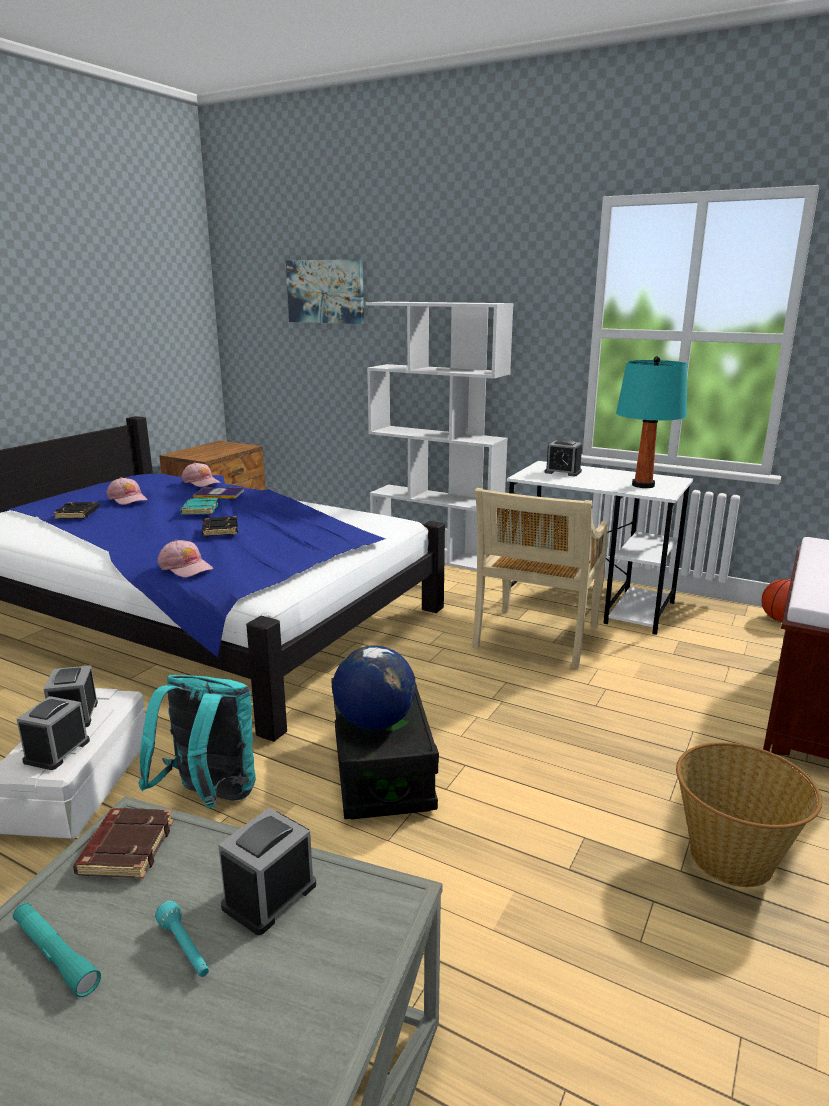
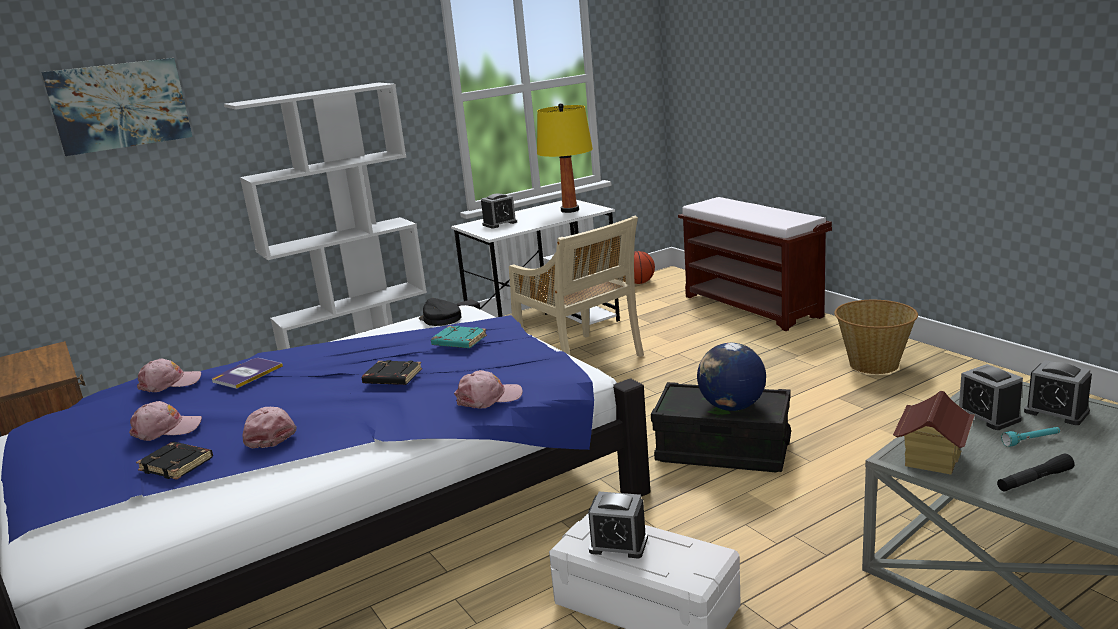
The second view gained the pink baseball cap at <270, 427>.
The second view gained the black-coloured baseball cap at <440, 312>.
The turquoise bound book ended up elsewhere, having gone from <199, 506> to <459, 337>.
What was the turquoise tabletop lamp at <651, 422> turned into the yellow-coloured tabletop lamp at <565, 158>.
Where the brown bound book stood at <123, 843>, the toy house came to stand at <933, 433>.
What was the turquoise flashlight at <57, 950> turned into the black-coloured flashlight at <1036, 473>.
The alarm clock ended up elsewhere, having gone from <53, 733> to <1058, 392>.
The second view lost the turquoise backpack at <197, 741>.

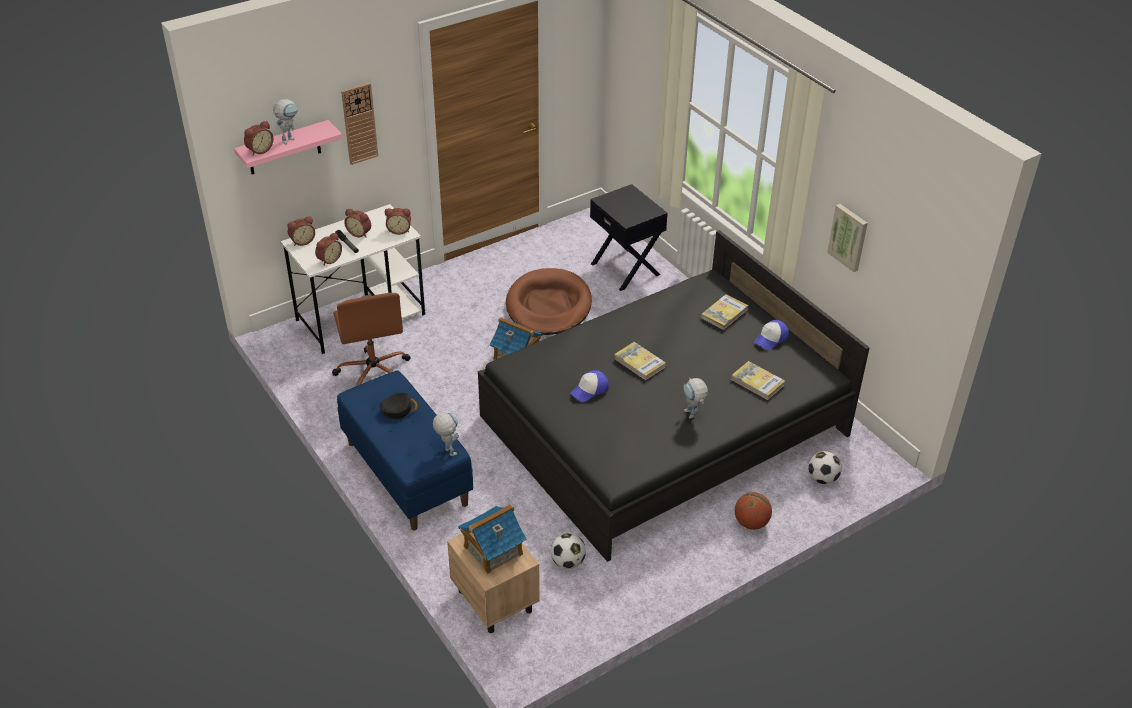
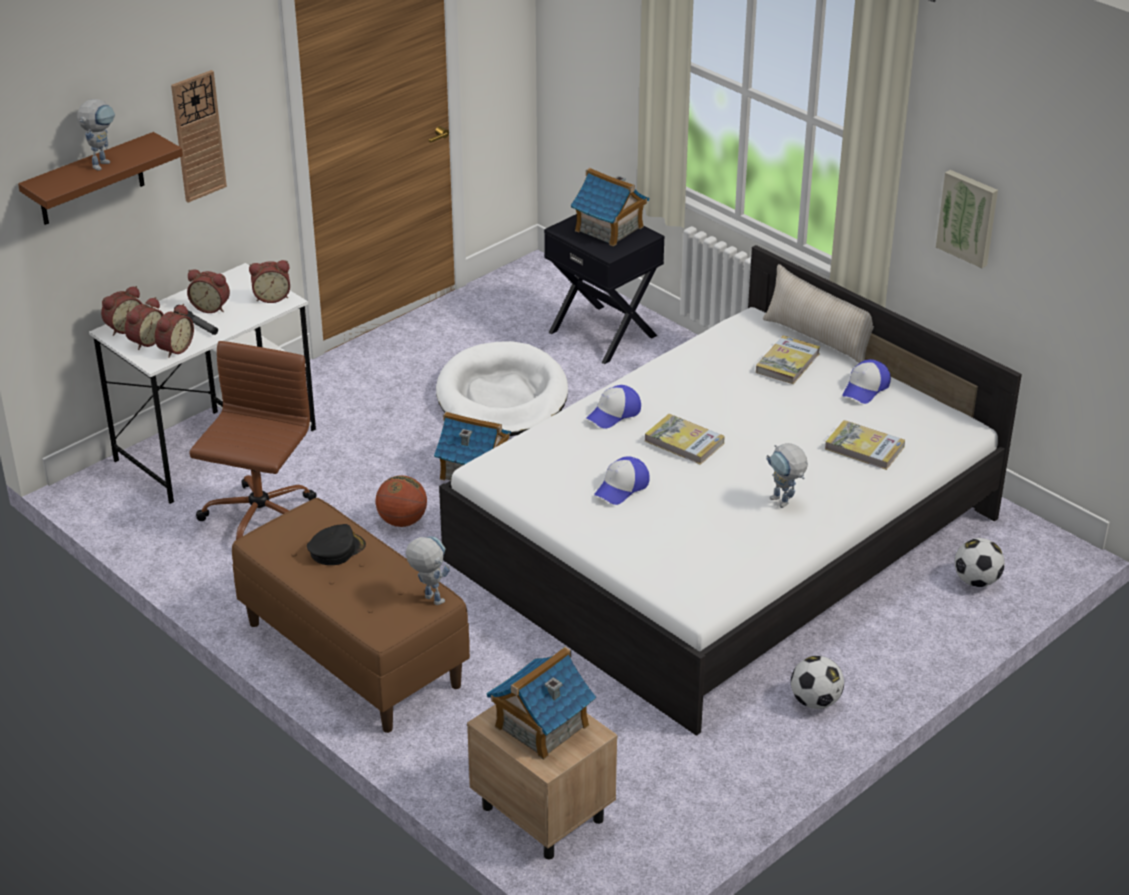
What was the pink bracket shelf at <288, 147> turned into the brown bracket shelf at <100, 178>.
The alarm clock ended up elsewhere, having gone from <258, 138> to <144, 323>.
The brown office chair at <371, 339> ended up facing another way, 135 degrees counterclockwise from before.
What was the bluish bench at <405, 450> turned into the brown bench at <351, 615>.
The basketball ball ended up elsewhere, having gone from <753, 511> to <401, 501>.
What was the brown dog bed at <549, 301> turned into the white-coloured dog bed at <502, 388>.
What was the black-coloured bed at <674, 396> turned into the white-coloured bed at <730, 490>.
The second view gained the toy house at <610, 207>.
The second view gained the baseball cap at <613, 407>.
The second view gained the sand-coloured pillow at <818, 313>.
The ball for football ended up elsewhere, having gone from <568, 551> to <817, 682>.

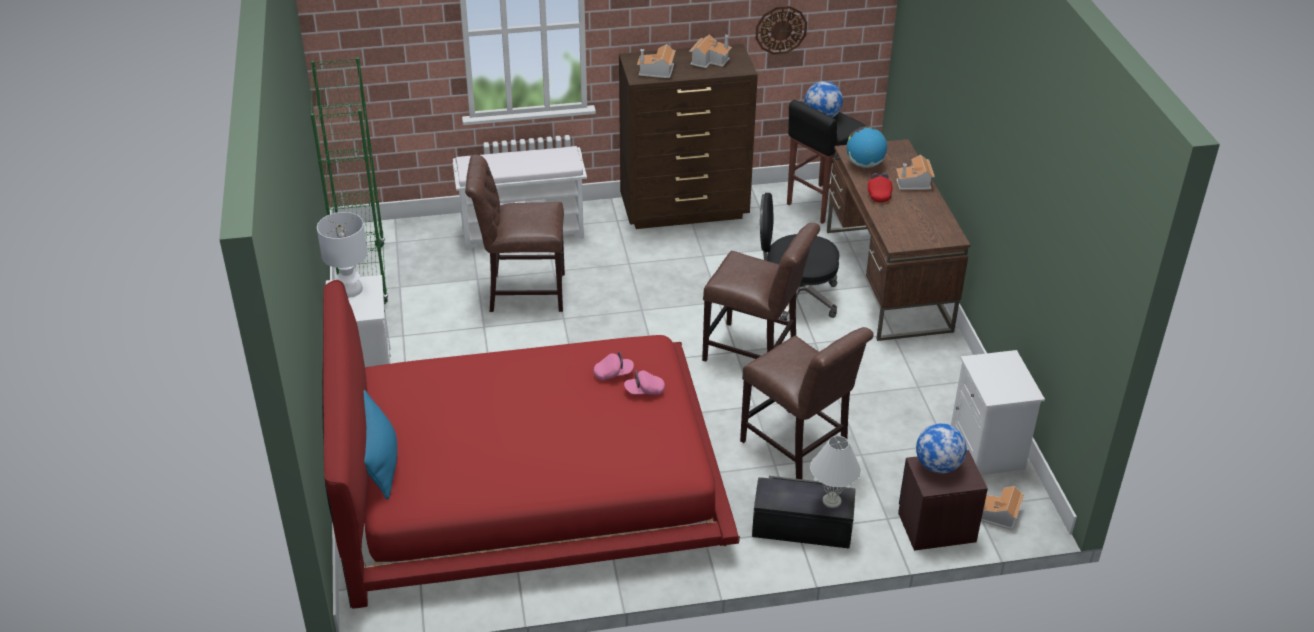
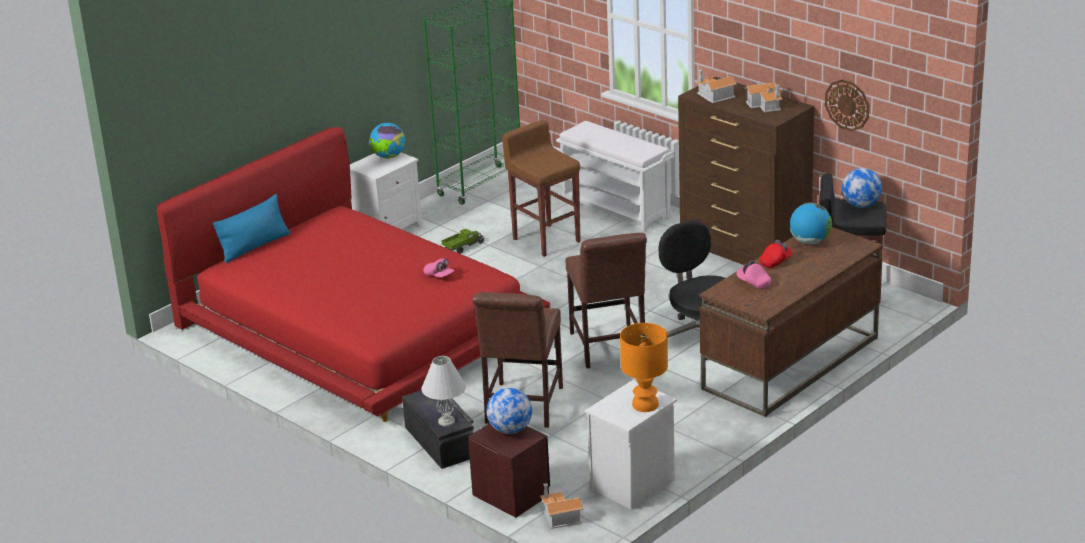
Where the white-coloured tabletop lamp stood at <342, 255>, the world globe came to stand at <387, 141>.
The second view gained the model truck at <463, 241>.
Where the brown chair stood at <515, 233>, the brown sitting stool came to stand at <541, 188>.
The second view gained the orange-coloured tabletop lamp at <644, 367>.
The pink baseball cap ended up elsewhere, having gone from <644, 382> to <754, 274>.
The second view lost the toy house at <915, 172>.

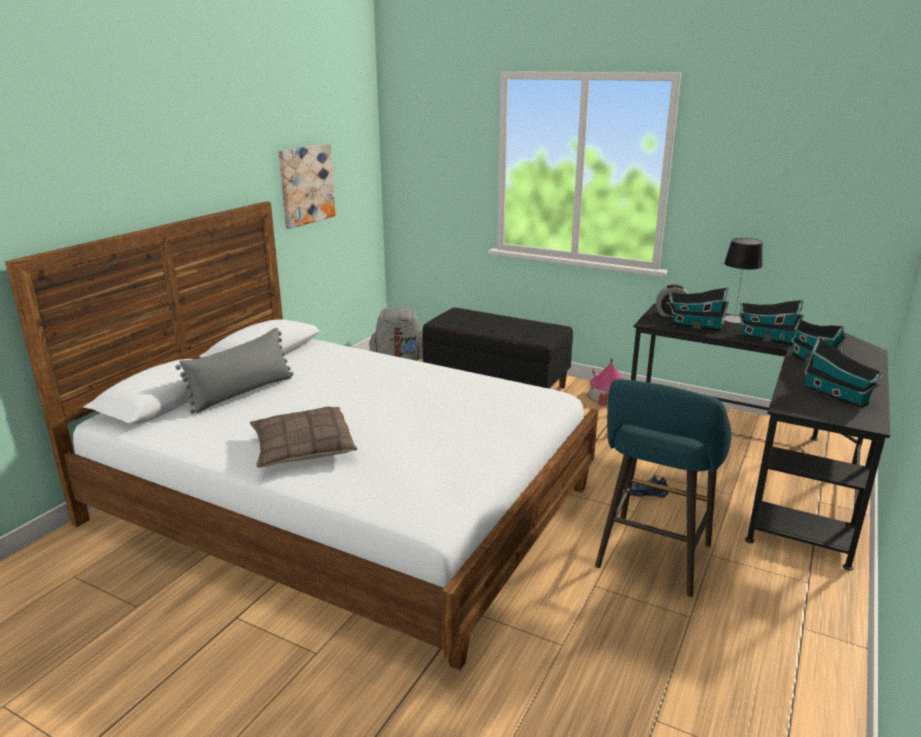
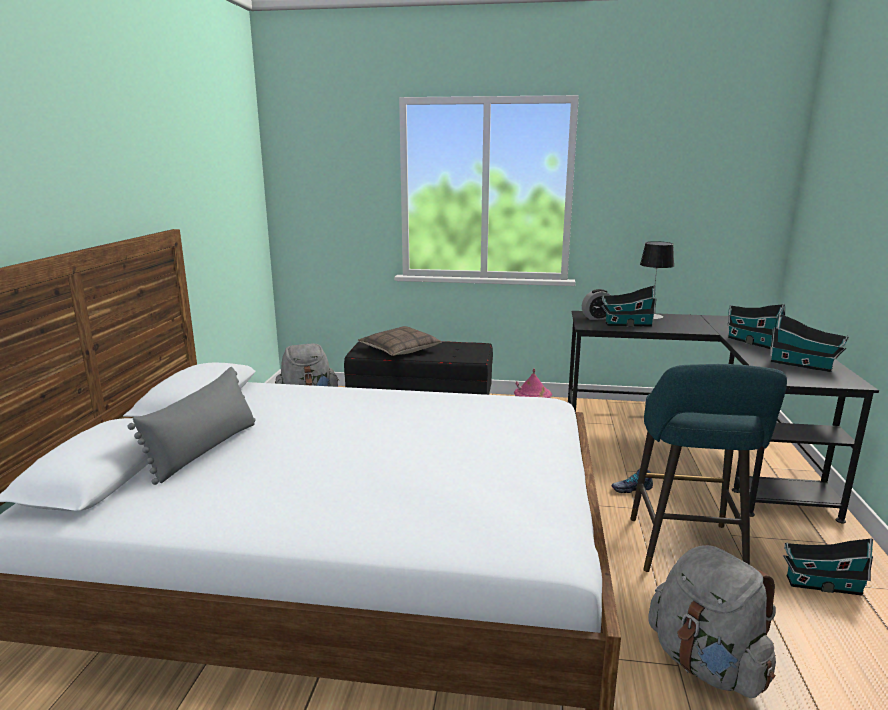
The pillow ended up elsewhere, having gone from <304, 437> to <400, 341>.
The second view gained the gray backpack at <712, 621>.
The toy house ended up elsewhere, having gone from <771, 322> to <828, 567>.
The second view lost the wall art at <307, 186>.

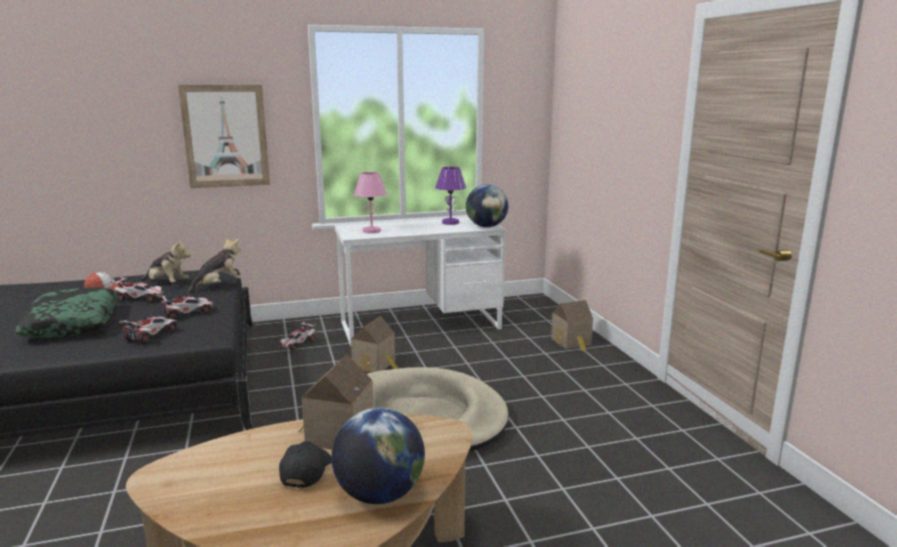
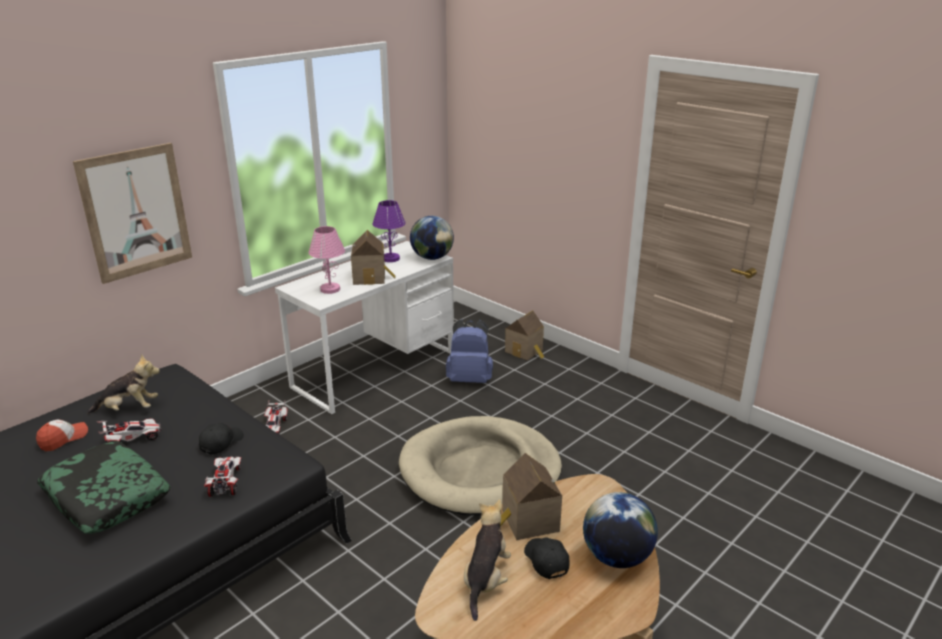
Where the miniature car stood at <185, 307>, the black-coloured baseball cap came to stand at <221, 439>.
The toy house ended up elsewhere, having gone from <374, 344> to <373, 257>.
The second view gained the bluish backpack at <469, 351>.
The soft toy ended up elsewhere, having gone from <214, 265> to <487, 560>.

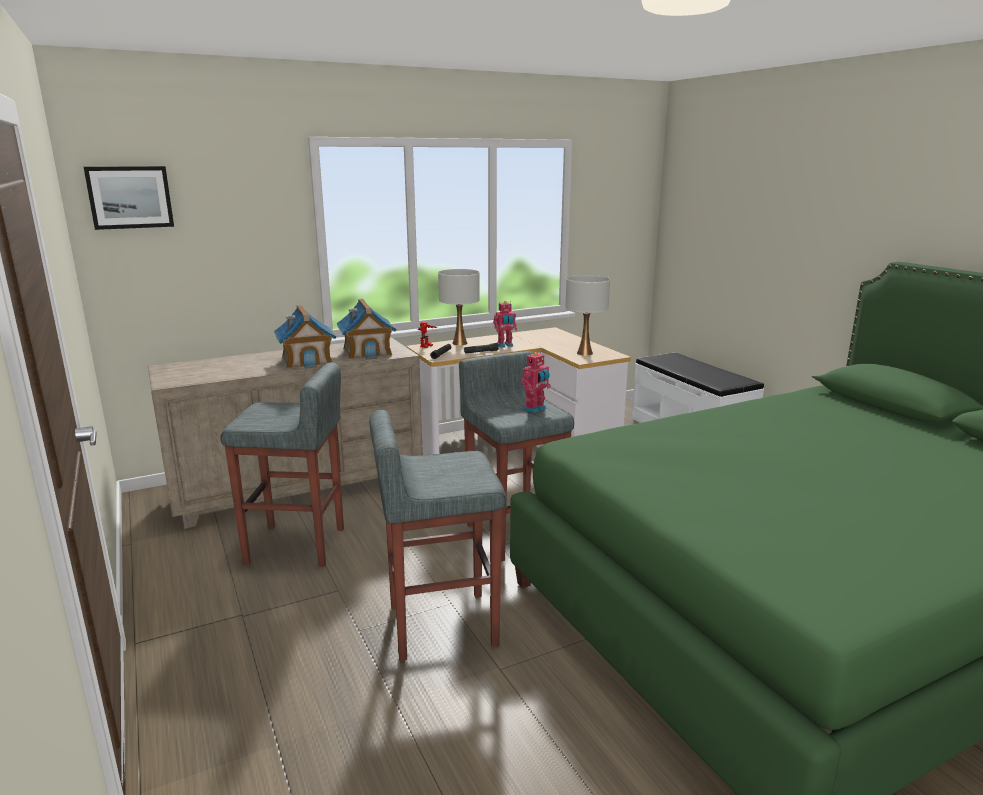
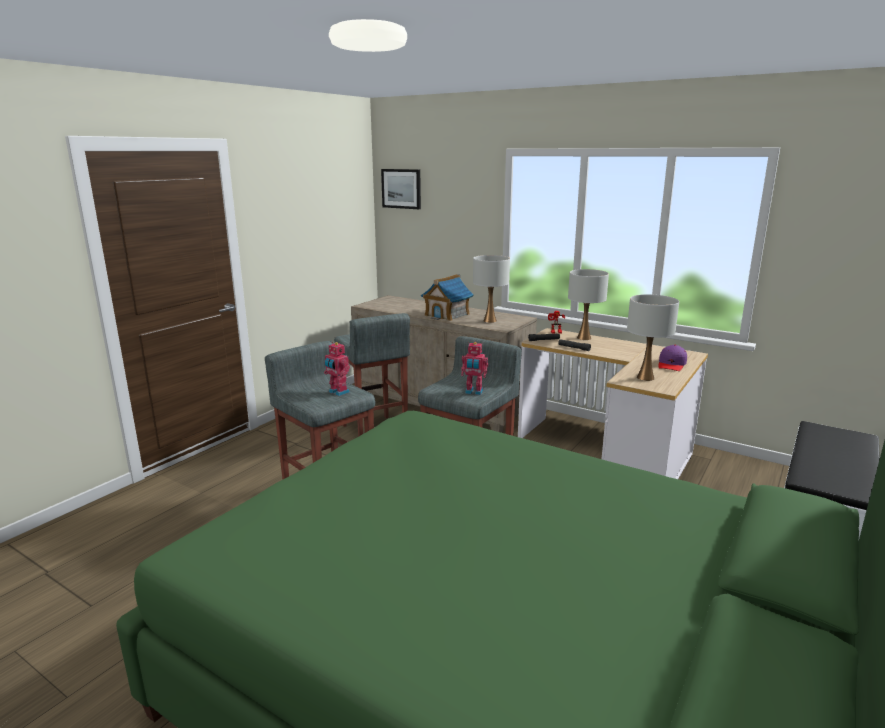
The model robot ended up elsewhere, having gone from <505, 324> to <337, 369>.
Where the toy house stood at <366, 329>, the white-coloured tabletop lamp came to stand at <491, 289>.
The second view gained the purplish baseball cap at <672, 358>.

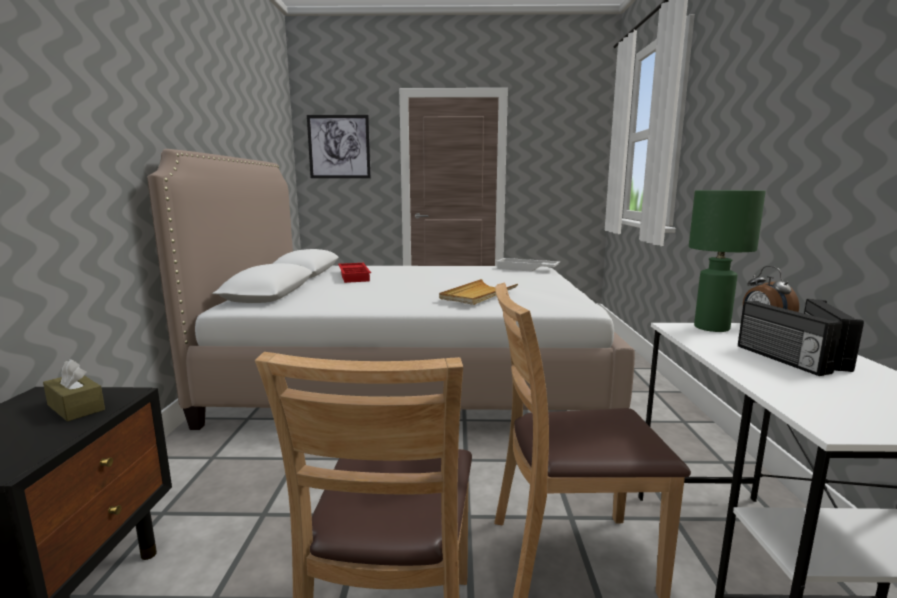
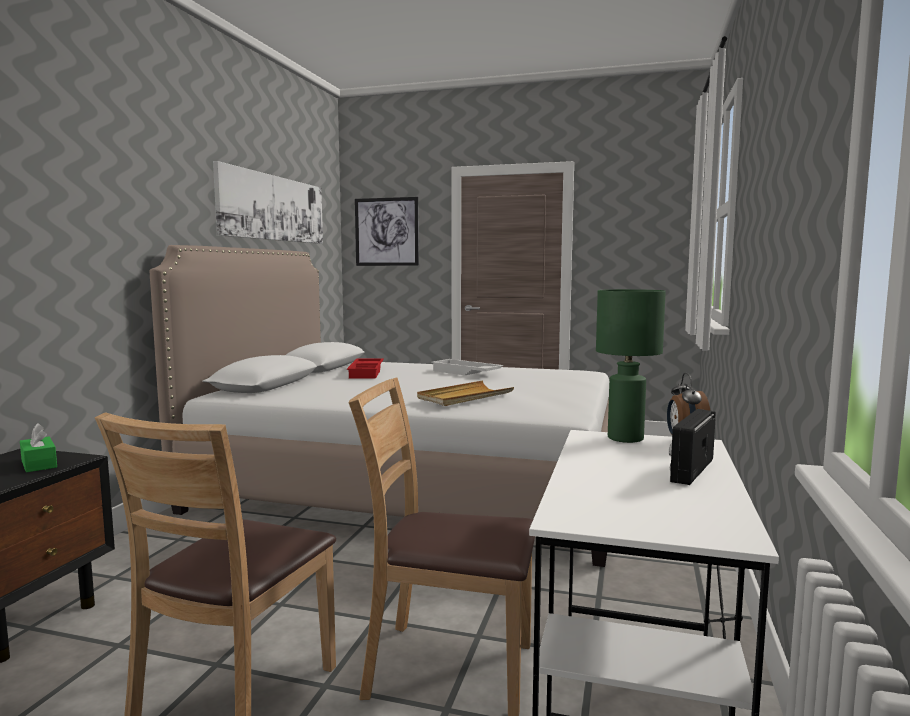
What was the brown tissue holder at <74, 390> turned into the green-coloured tissue holder at <38, 448>.
The second view gained the wall art at <268, 202>.
The white-coloured tray ended up elsewhere, having gone from <528, 265> to <467, 367>.
The second view lost the radio at <790, 338>.

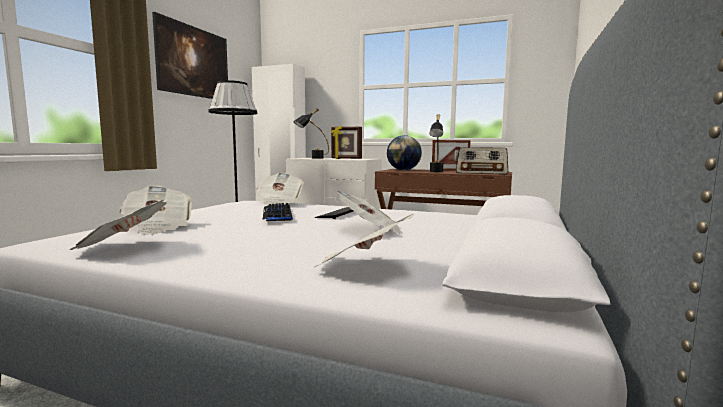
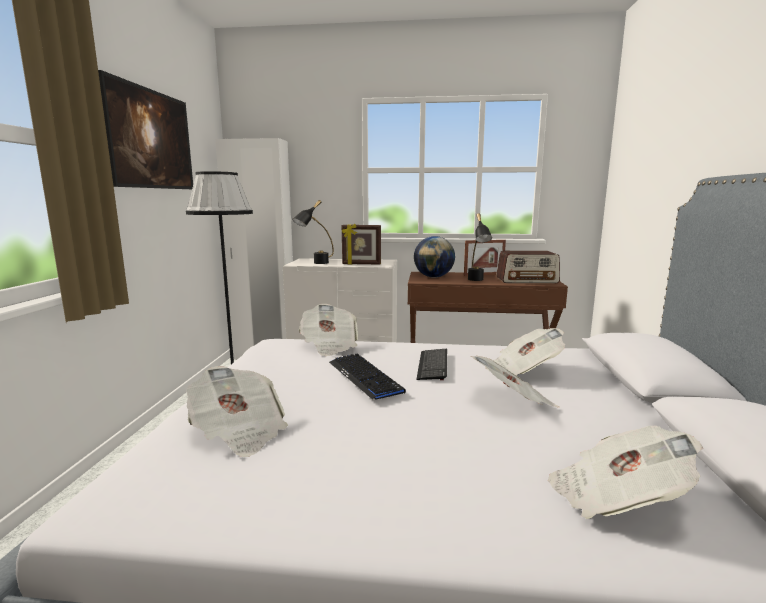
The printed paper ended up elsewhere, having gone from <118, 225> to <525, 352>.

